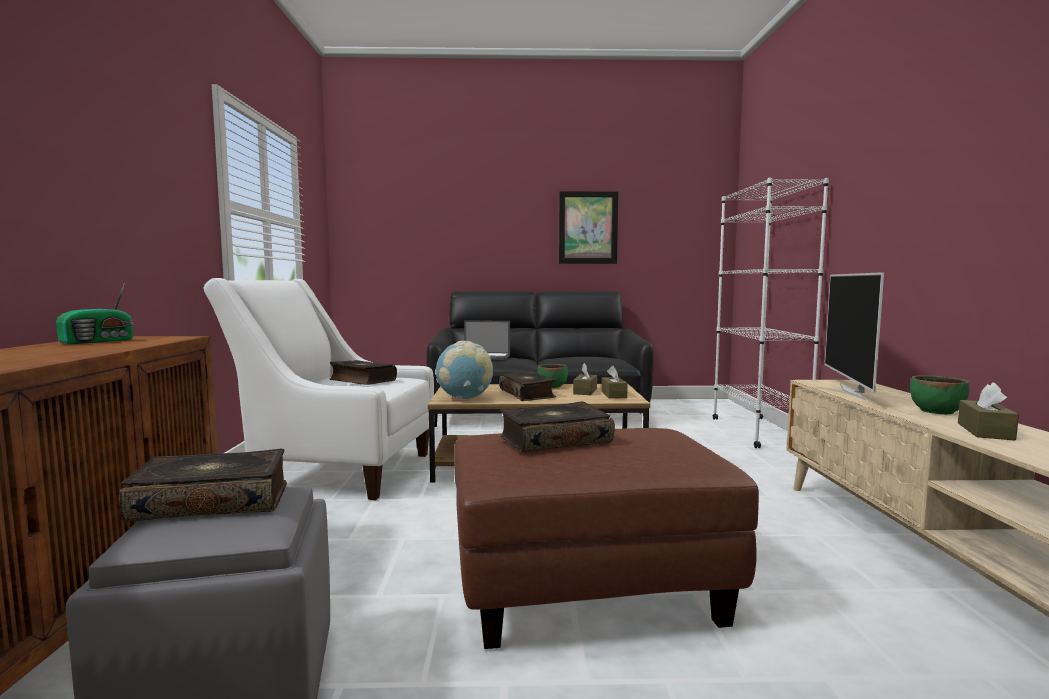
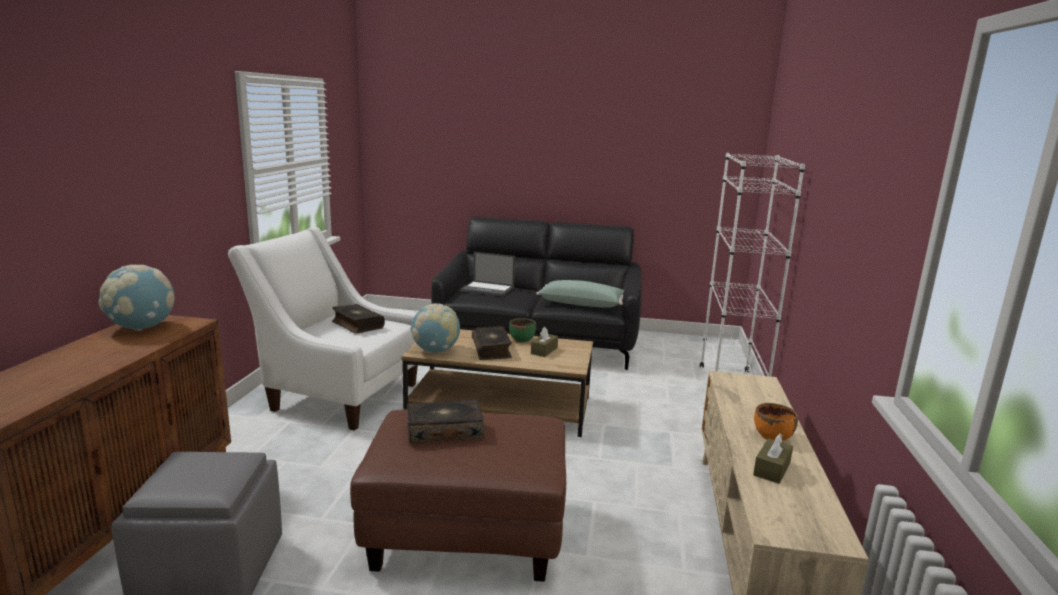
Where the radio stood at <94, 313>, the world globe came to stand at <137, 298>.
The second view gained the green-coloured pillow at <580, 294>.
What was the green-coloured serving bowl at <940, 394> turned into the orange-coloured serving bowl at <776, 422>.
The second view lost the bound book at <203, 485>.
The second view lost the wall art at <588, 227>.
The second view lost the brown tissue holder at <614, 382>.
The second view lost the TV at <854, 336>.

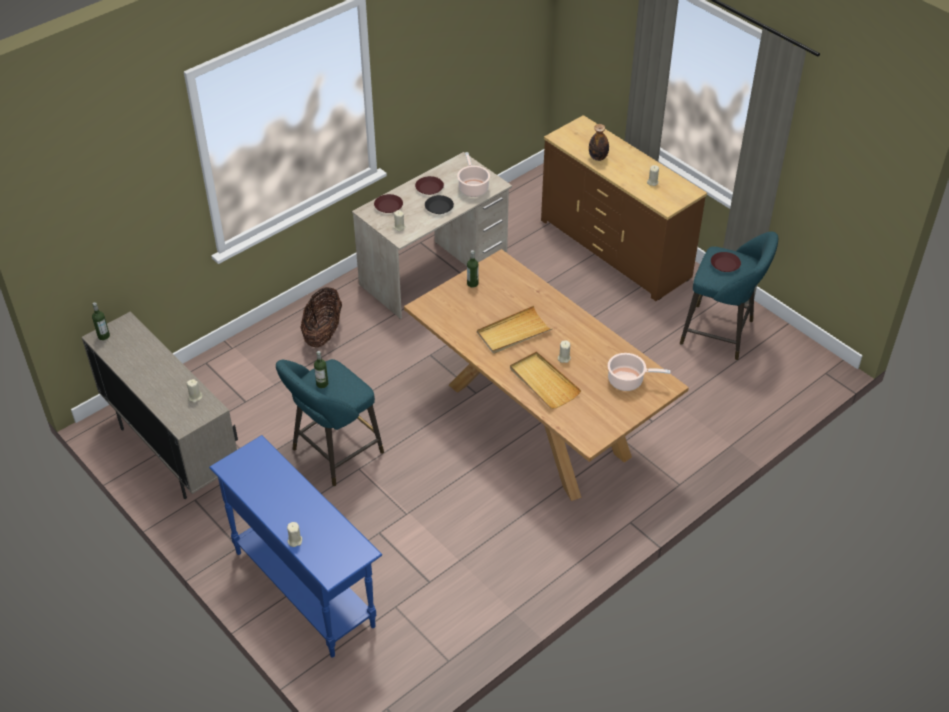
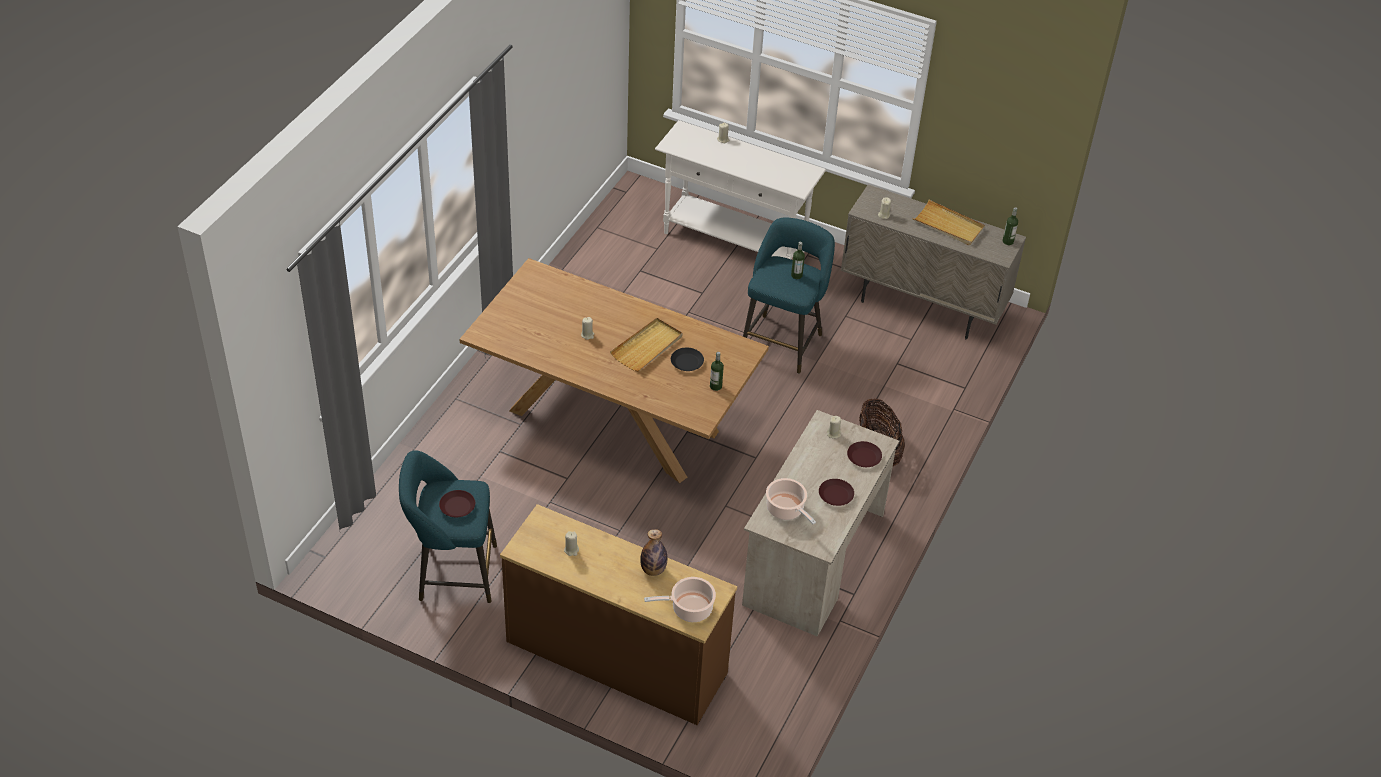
The stockpot ended up elsewhere, having gone from <639, 372> to <680, 599>.
What was the bluish narrow table at <295, 546> turned into the white-coloured narrow table at <740, 190>.
The black-coloured flat dish ended up elsewhere, having gone from <439, 204> to <687, 359>.
The sand-coloured tray ended up elsewhere, having gone from <546, 380> to <948, 222>.

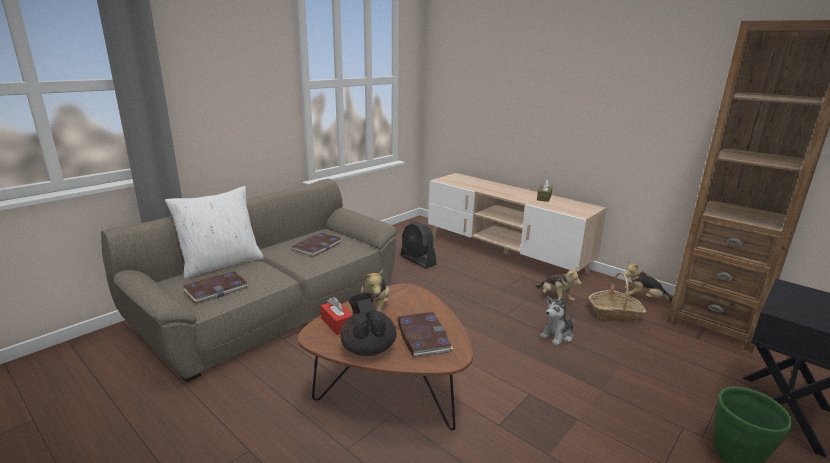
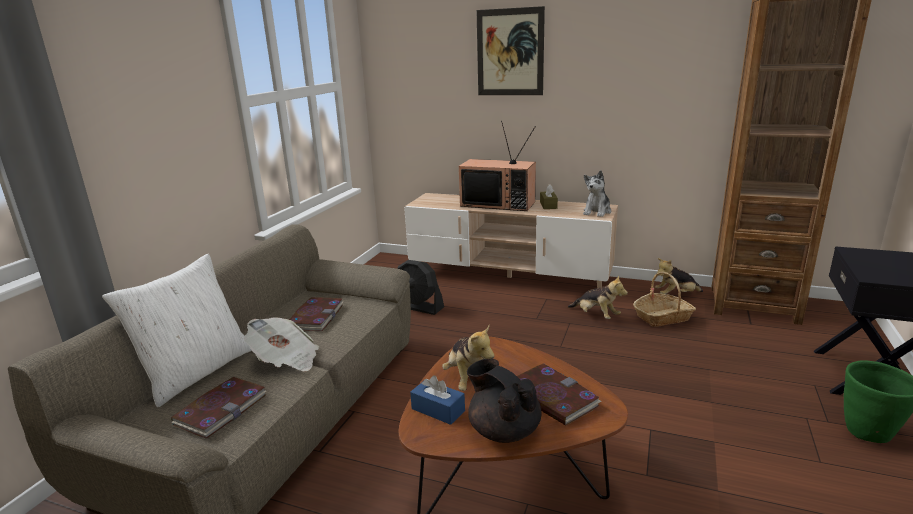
The second view gained the printed paper at <281, 344>.
What was the reddish tissue holder at <336, 316> turned into the bluish tissue holder at <437, 400>.
The second view gained the TV at <497, 166>.
The second view gained the wall art at <511, 50>.
The soft toy ended up elsewhere, having gone from <557, 321> to <597, 193>.

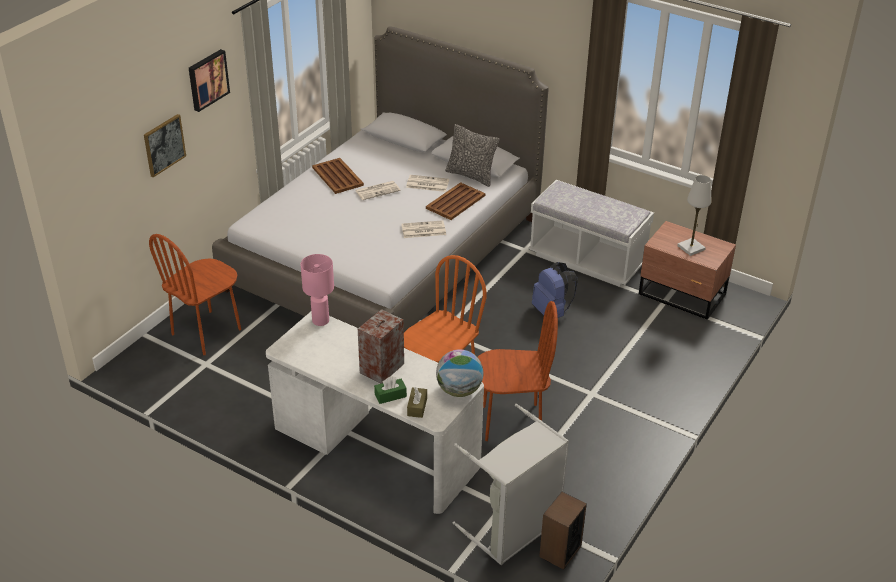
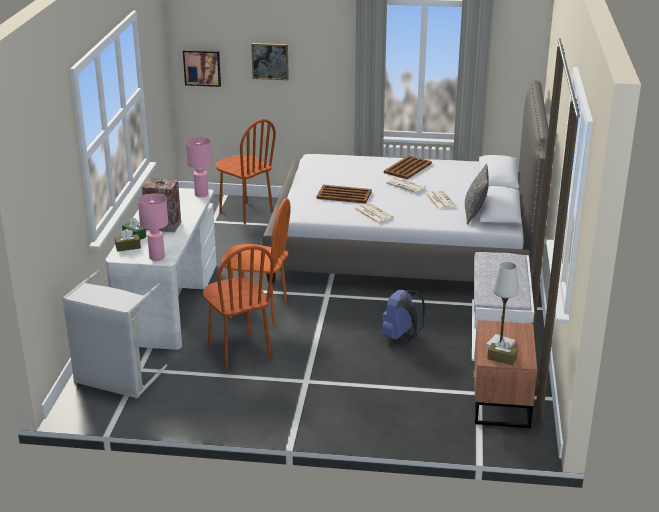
Where the world globe stood at <459, 373>, the pink tabletop lamp came to stand at <153, 227>.
The wall art ended up elsewhere, having gone from <209, 80> to <202, 68>.
The brown chair at <195, 294> ended up facing another way, 150 degrees counterclockwise from before.
The brown tray ended up elsewhere, having gone from <455, 201> to <344, 194>.
The second view gained the brown tissue holder at <502, 352>.
The second view lost the audio speaker at <563, 531>.

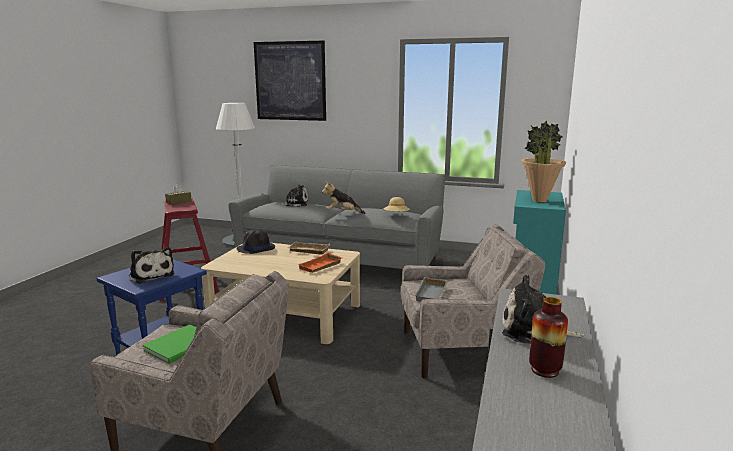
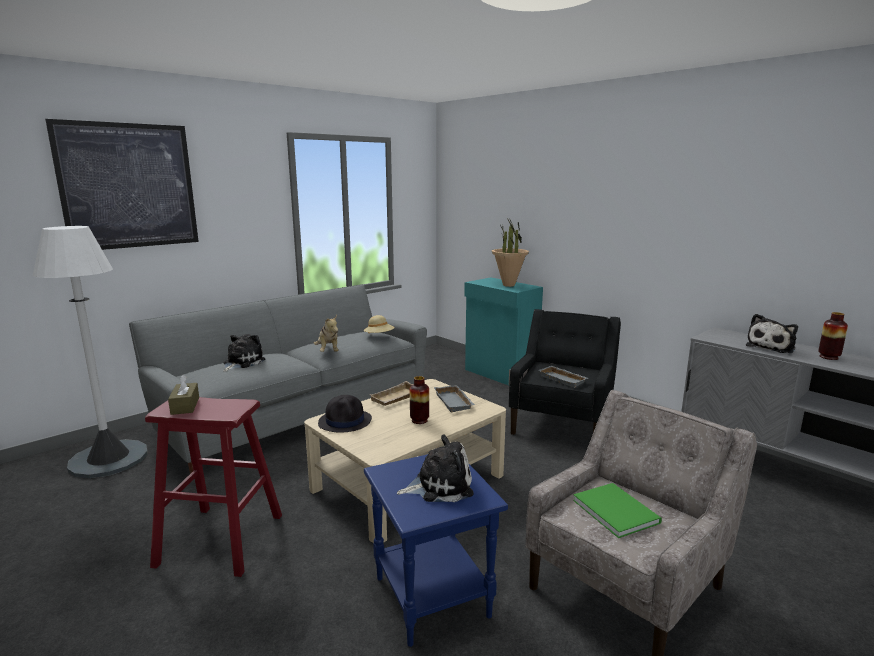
The soft toy at <343, 197> ended up facing another way, 60 degrees counterclockwise from before.
The second view gained the decorative vase at <419, 400>.
What was the orange-coloured tray at <320, 263> turned into the gray tray at <454, 399>.
What was the sand-coloured lounge chair at <473, 301> turned into the black-coloured lounge chair at <565, 372>.

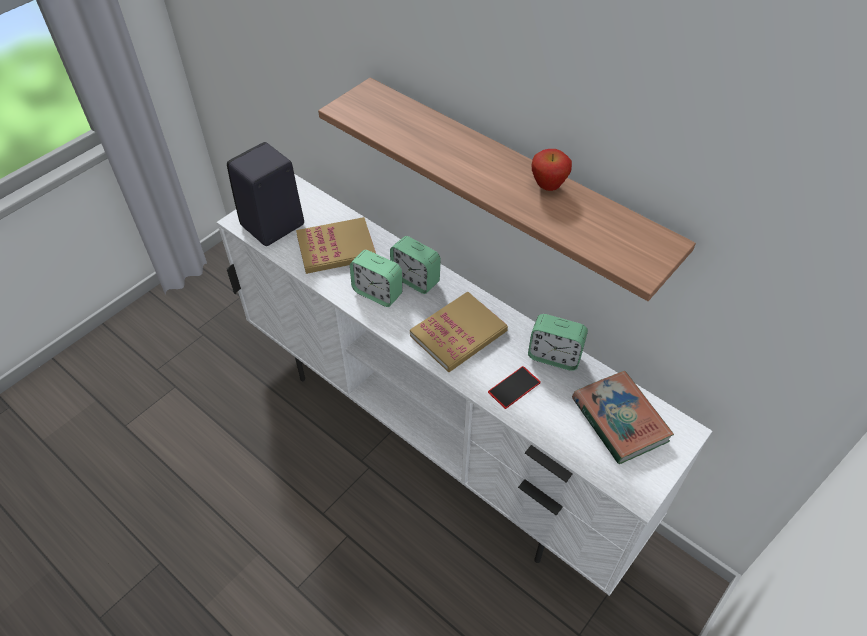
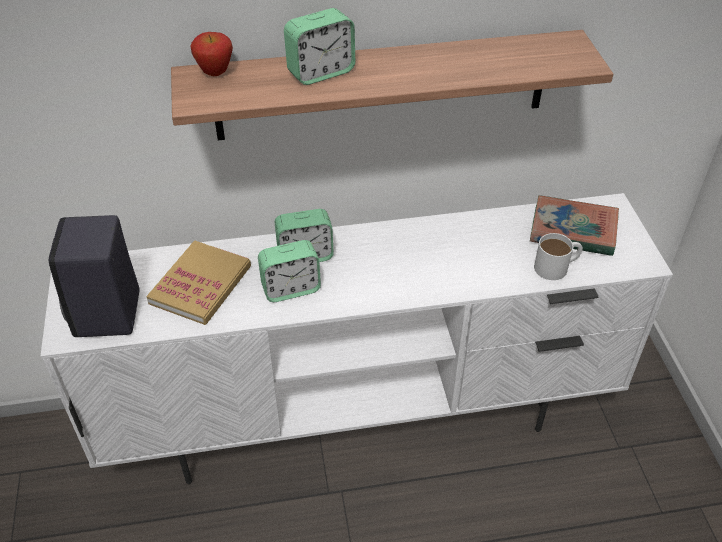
The apple fruit ended up elsewhere, having gone from <552, 170> to <211, 54>.
The alarm clock ended up elsewhere, having gone from <558, 342> to <319, 46>.
The second view gained the white-coloured tea mug at <558, 256>.
The second view lost the bound book at <459, 331>.
The second view lost the telephone at <514, 387>.

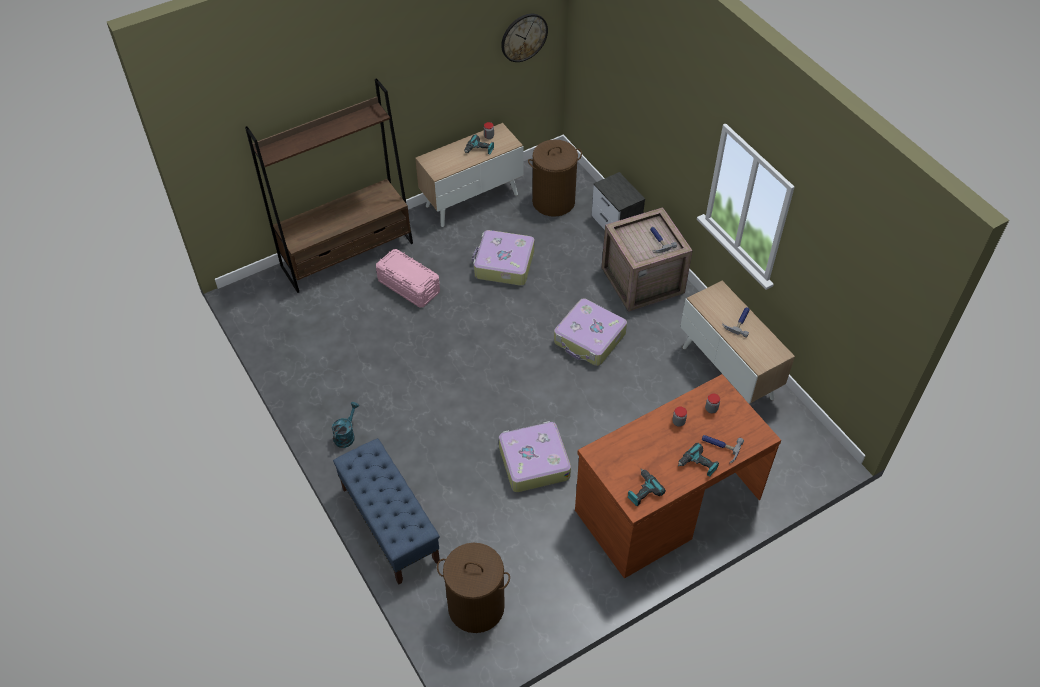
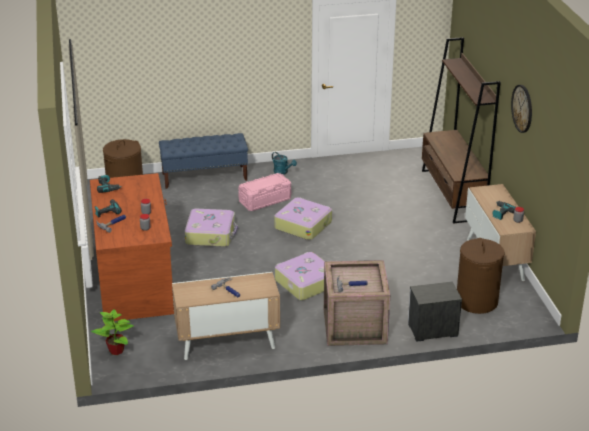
The second view gained the potted plant at <112, 332>.
The pink storage container ended up elsewhere, having gone from <408, 278> to <264, 192>.
The suitcase ended up elsewhere, having gone from <503, 258> to <303, 218>.
The clock on the wall ended up elsewhere, having gone from <524, 38> to <521, 109>.

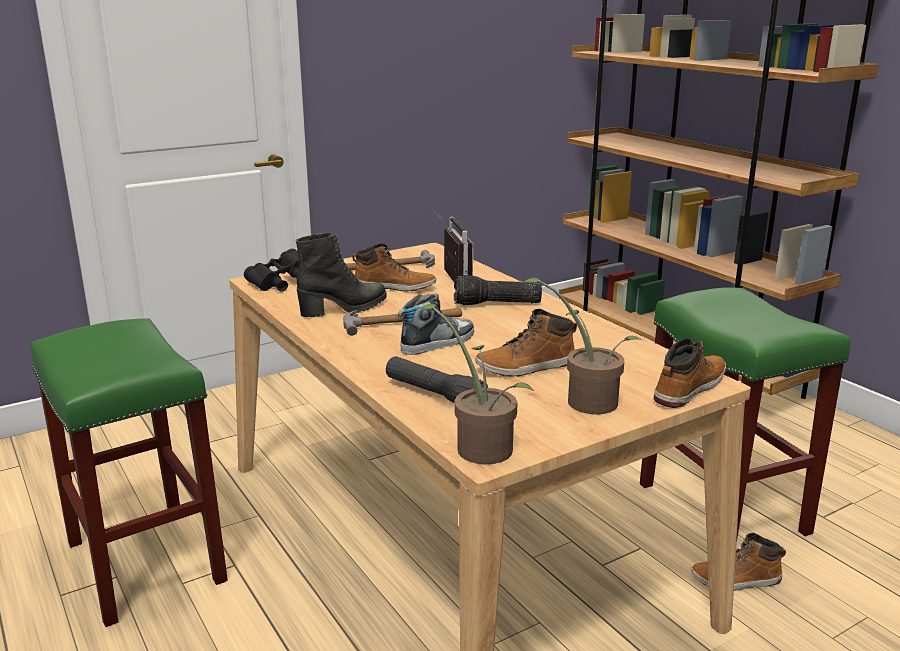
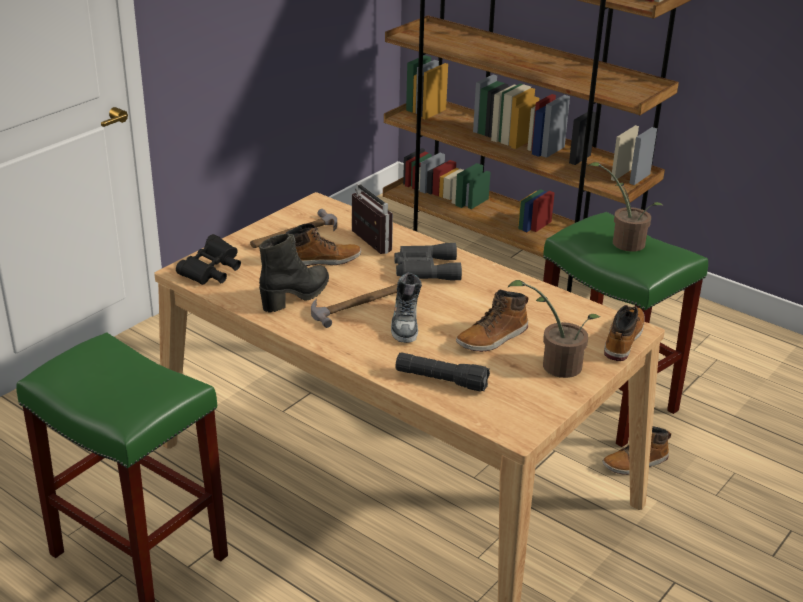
The low shoe at <436, 324> ended up facing another way, 150 degrees clockwise from before.
Where the flashlight stood at <498, 290>, the gray binoculars came to stand at <428, 261>.
The potted plant ended up elsewhere, having gone from <476, 384> to <626, 207>.

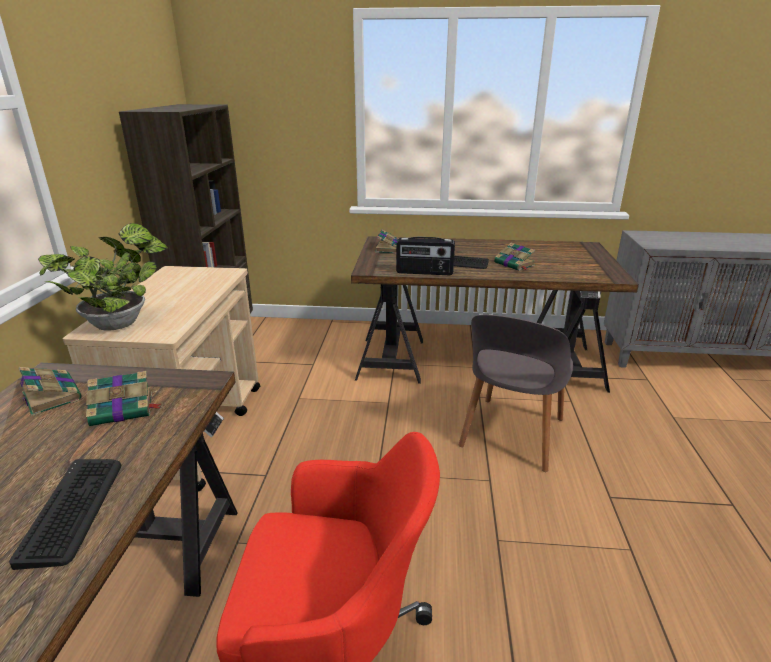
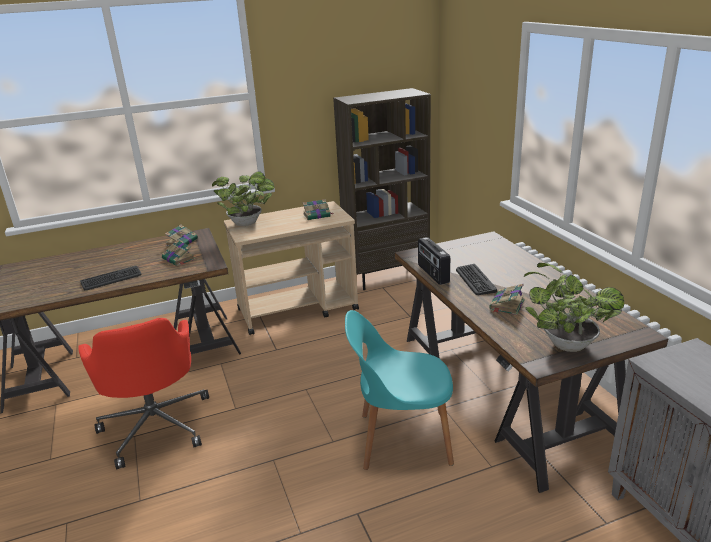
The bound book ended up elsewhere, having gone from <387, 242> to <317, 209>.
What was the gray chair at <516, 393> turned into the turquoise chair at <399, 390>.
The second view gained the potted plant at <574, 307>.

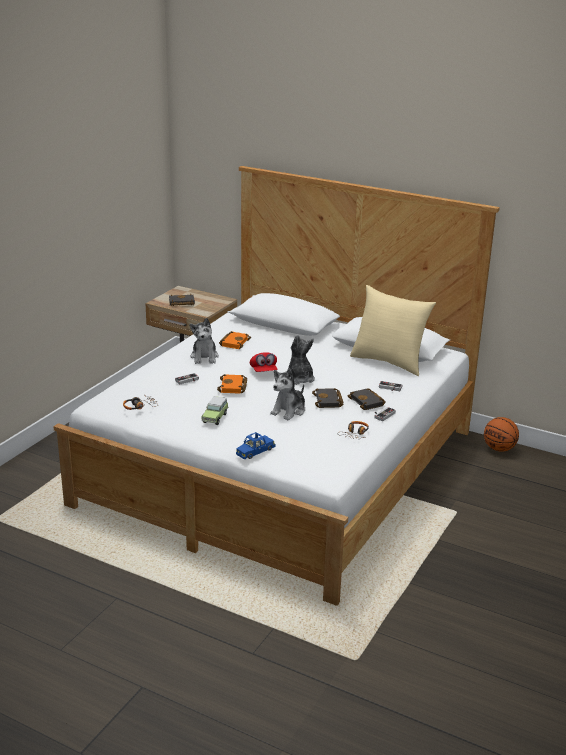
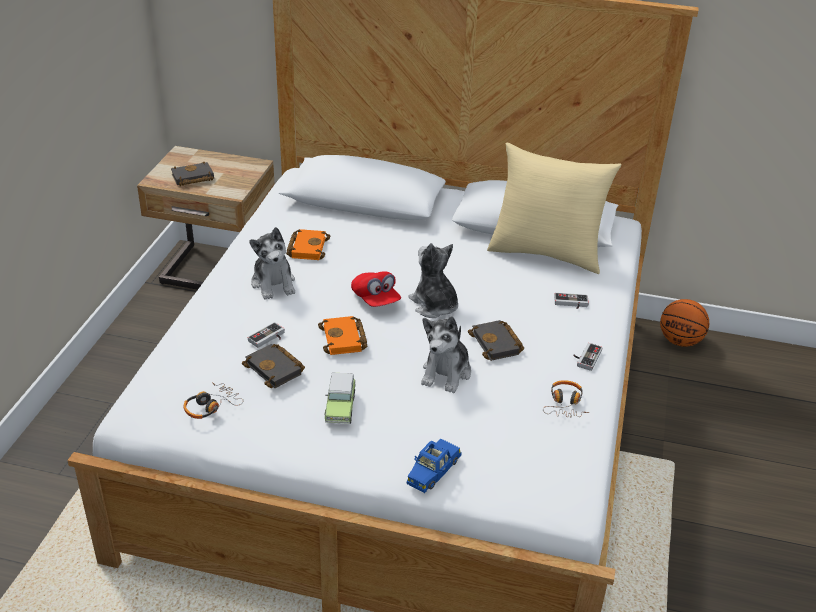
The black-coloured bound book ended up elsewhere, having gone from <367, 399> to <273, 366>.

